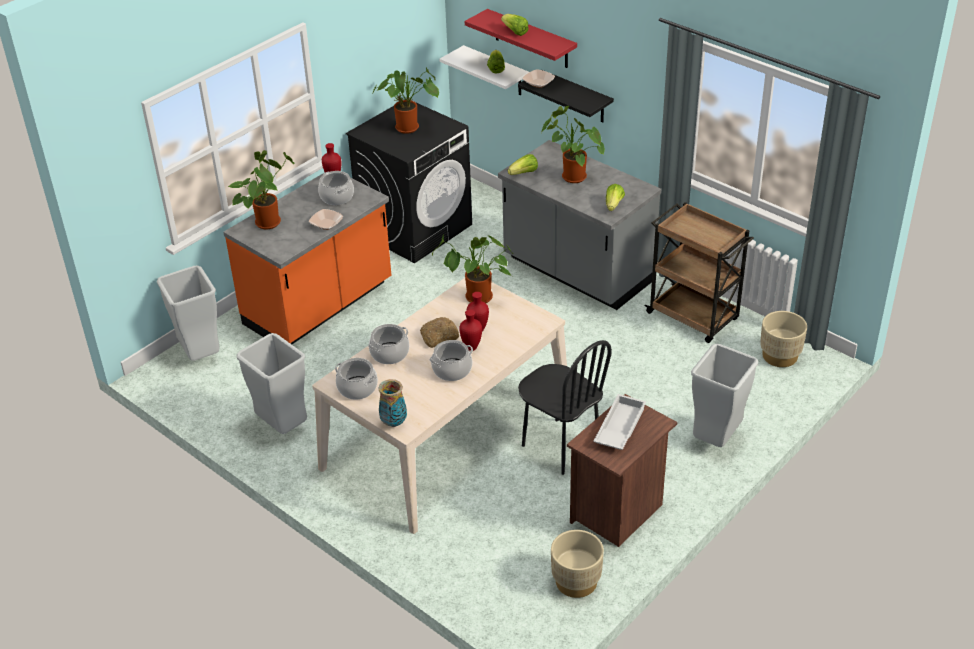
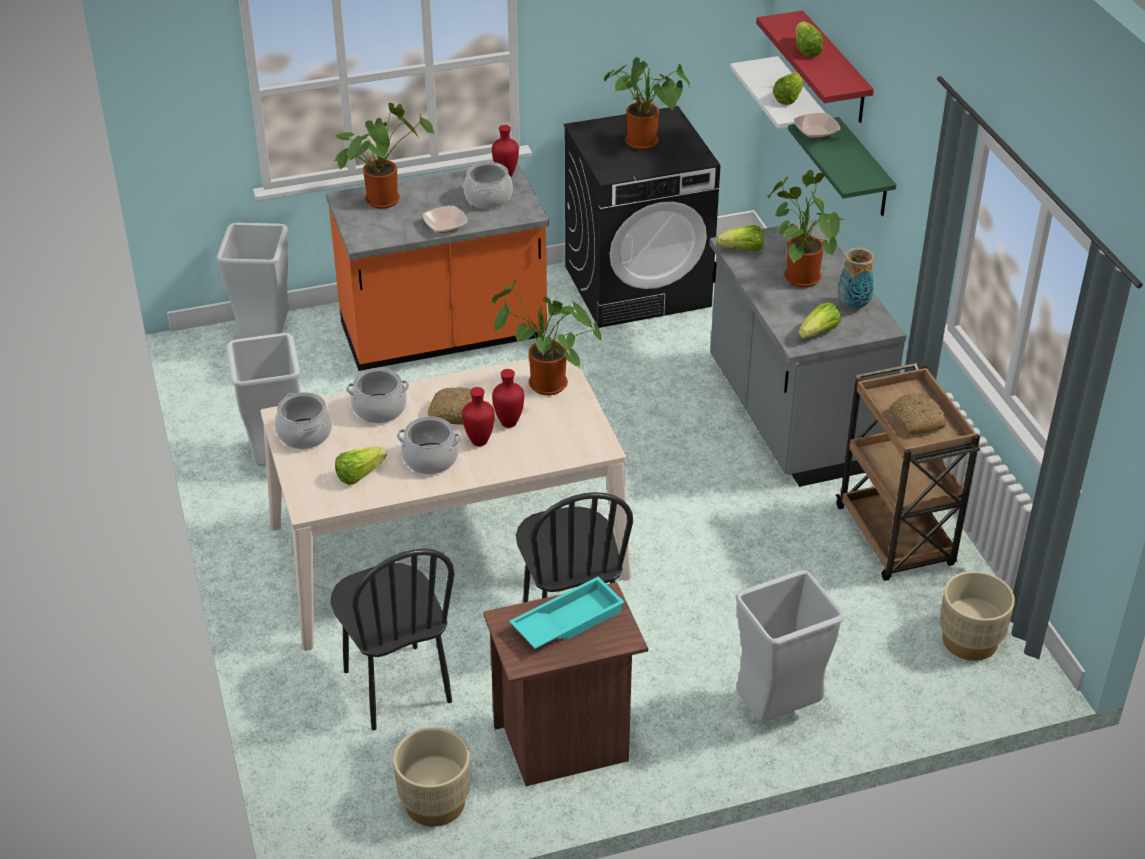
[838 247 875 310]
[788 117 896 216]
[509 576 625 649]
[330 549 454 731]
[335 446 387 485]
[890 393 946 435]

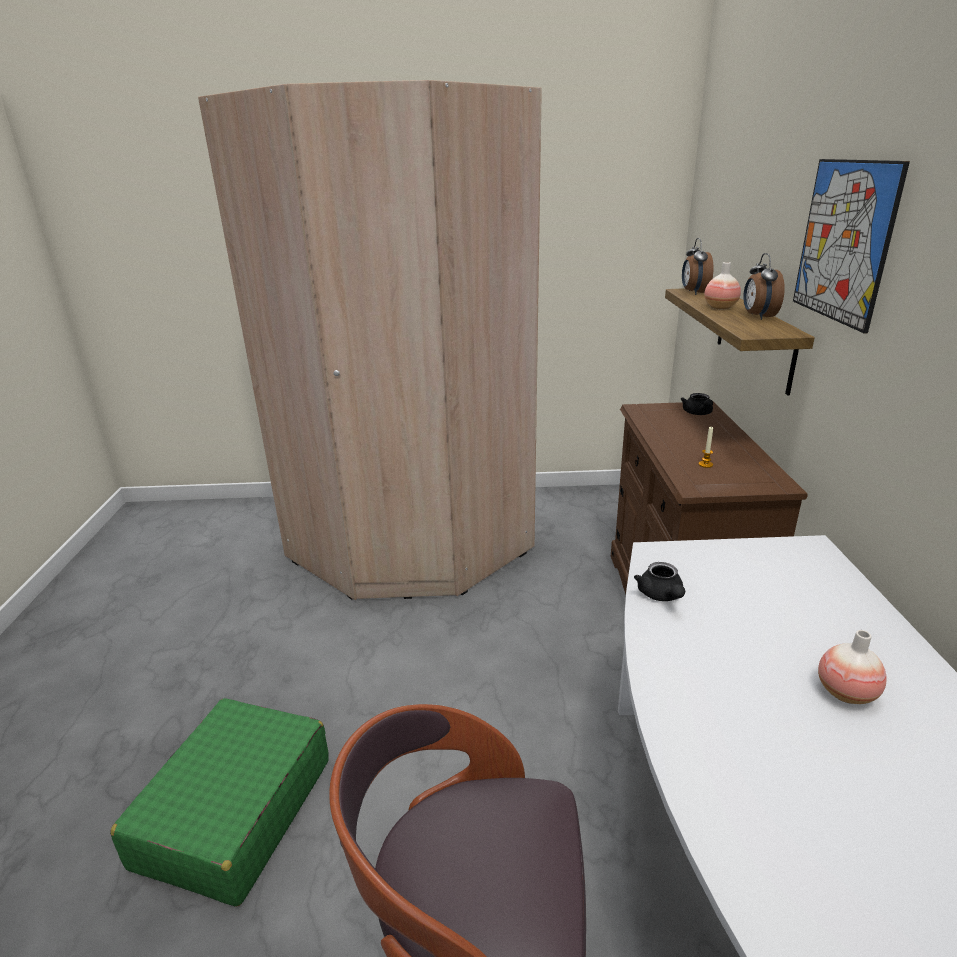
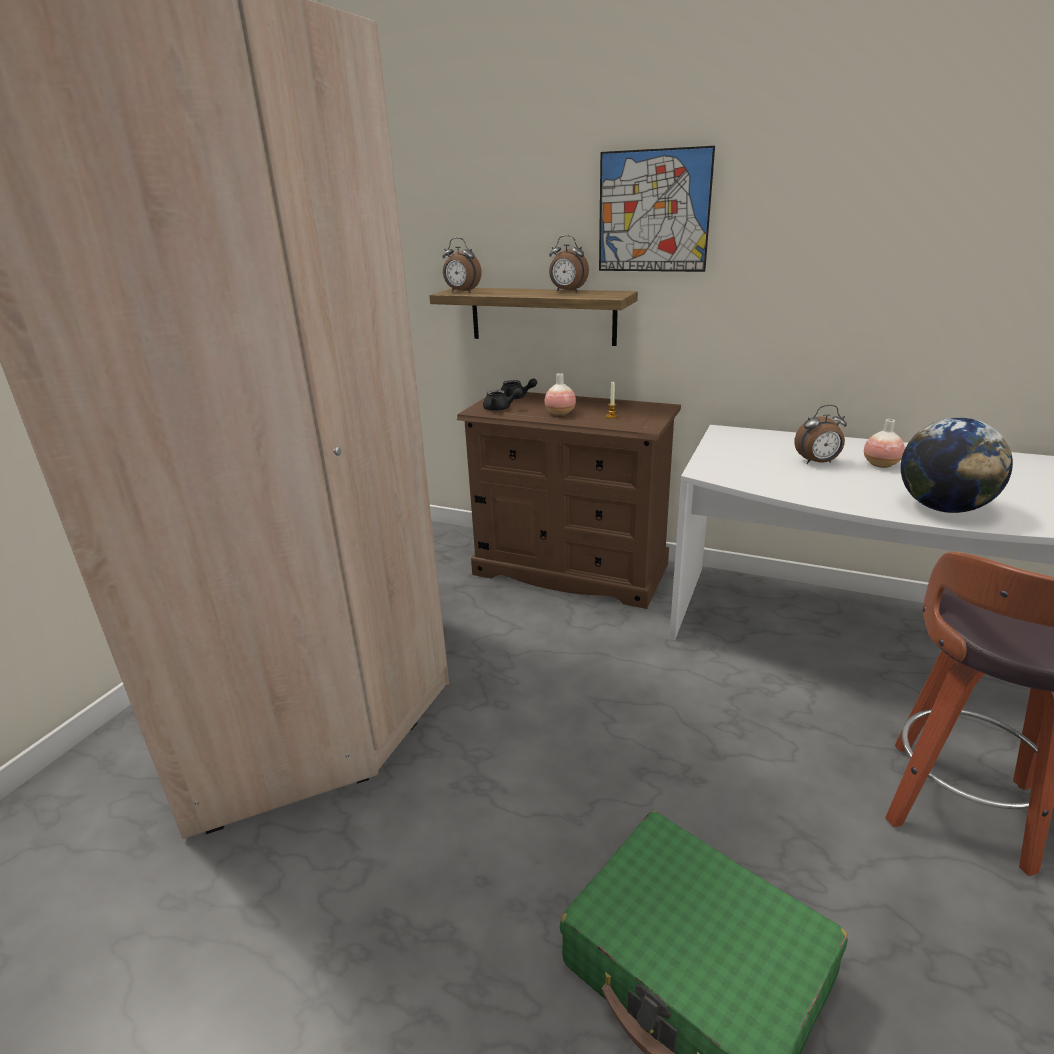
[483 388 523 411]
[545 373 576 416]
[795 405 847 464]
[901 418 1013 513]

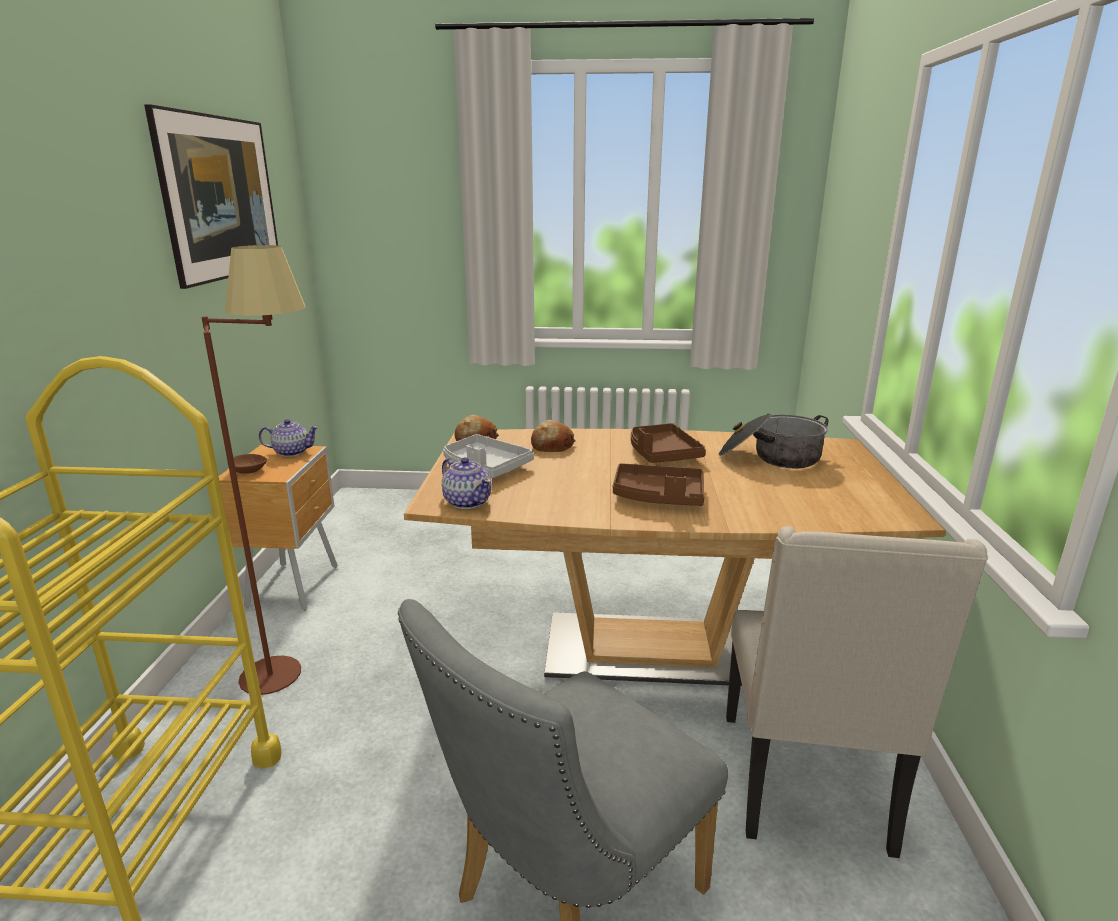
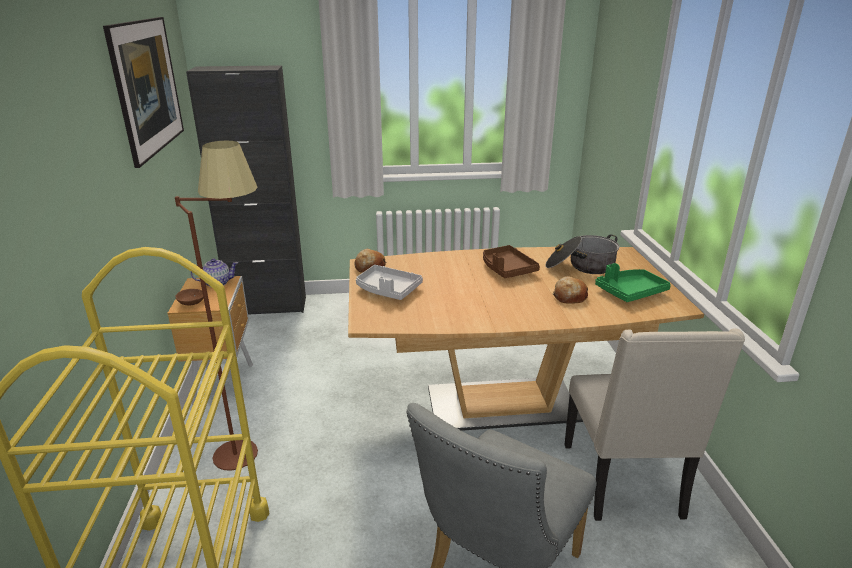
[442 457 492 509] (first image)
[552 276 588 304]
[613 463 704 506] (first image)
[186 65 306 315]
[595 263 671 302]

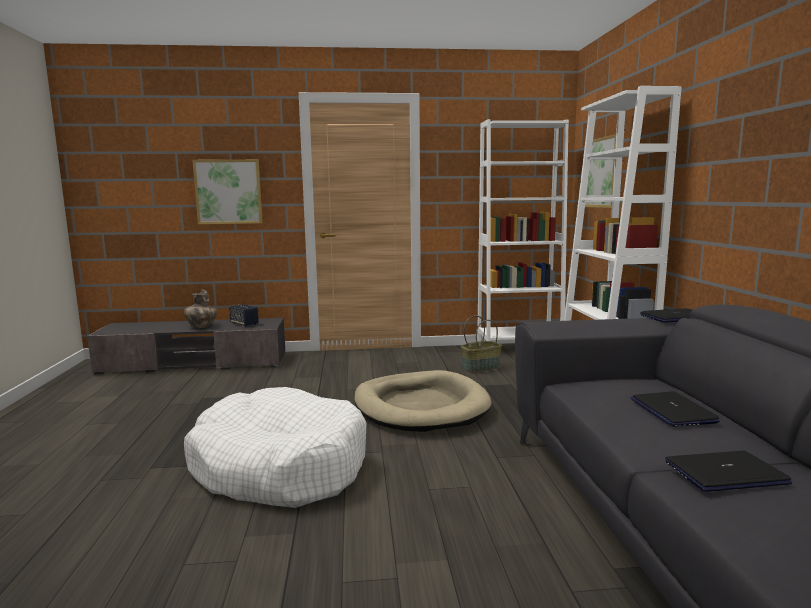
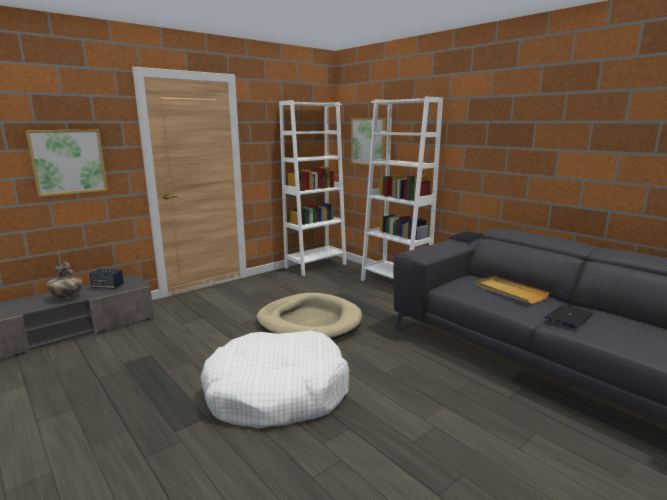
[461 315 502 373] (first image)
[475 276 550 304]

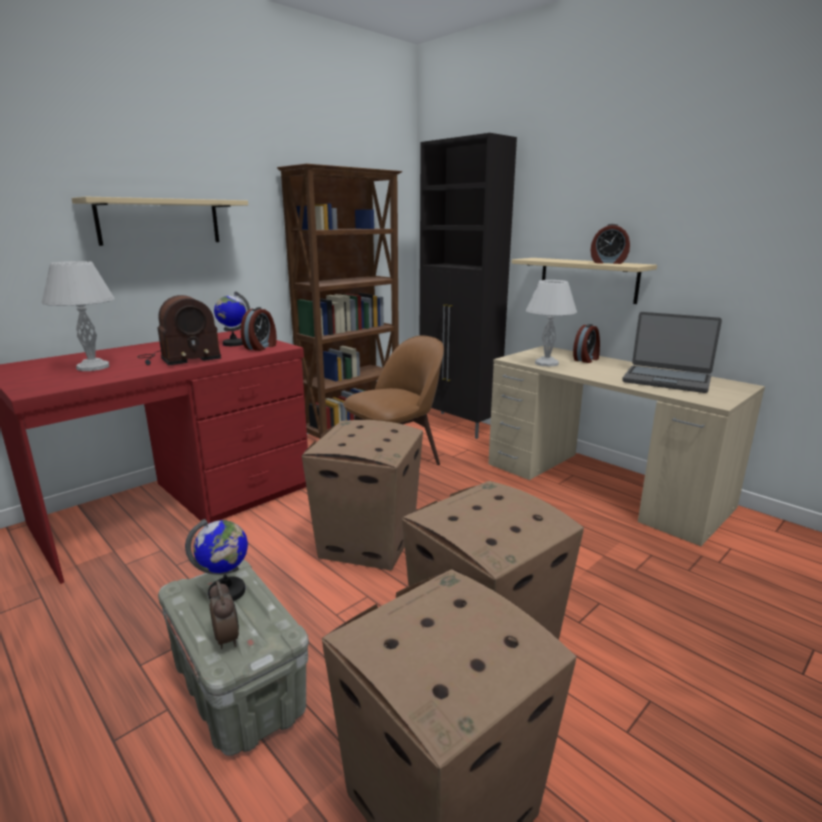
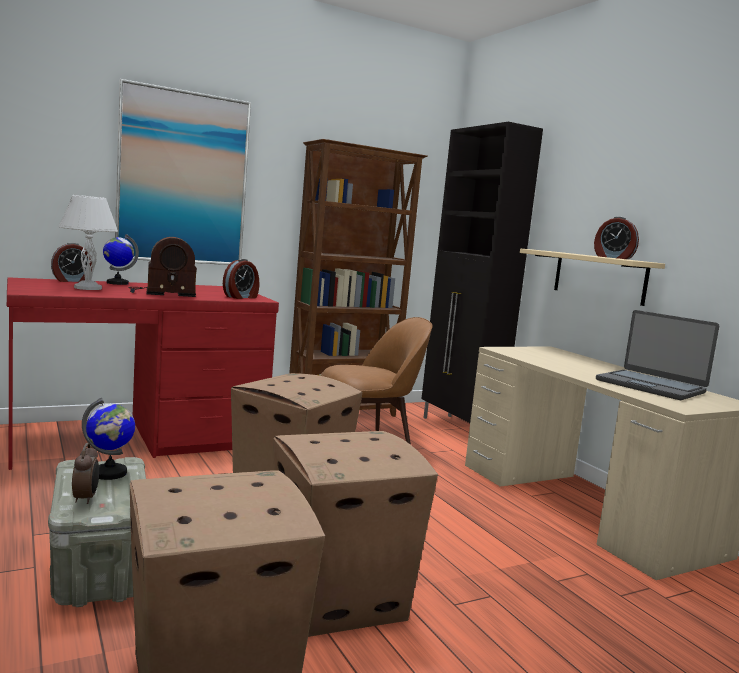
[115 79 251 265]
[103 234 139 285]
[526 280 577 366] (first image)
[51 242 92 282]

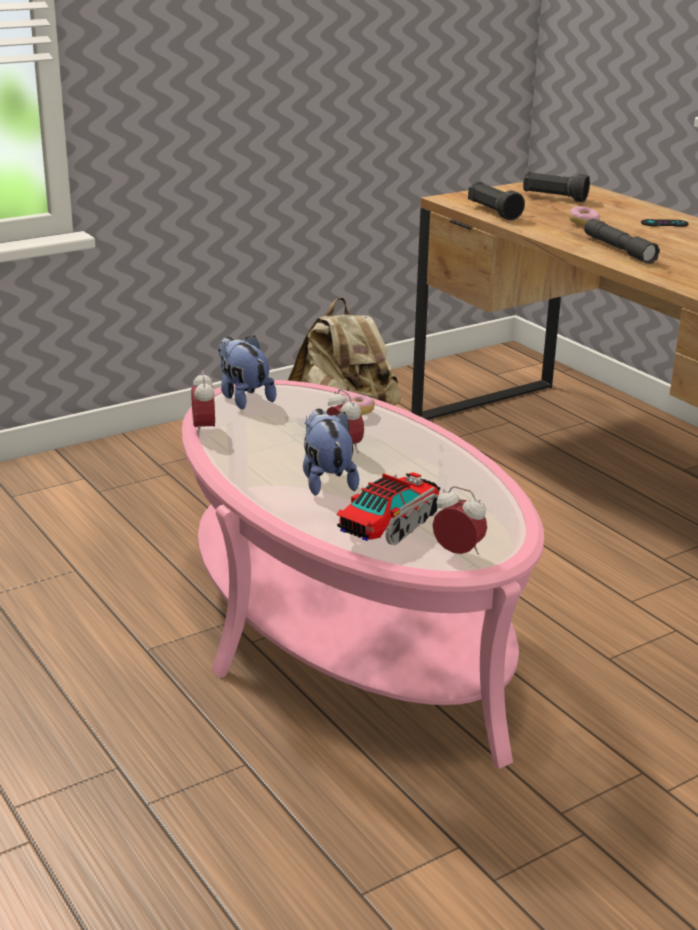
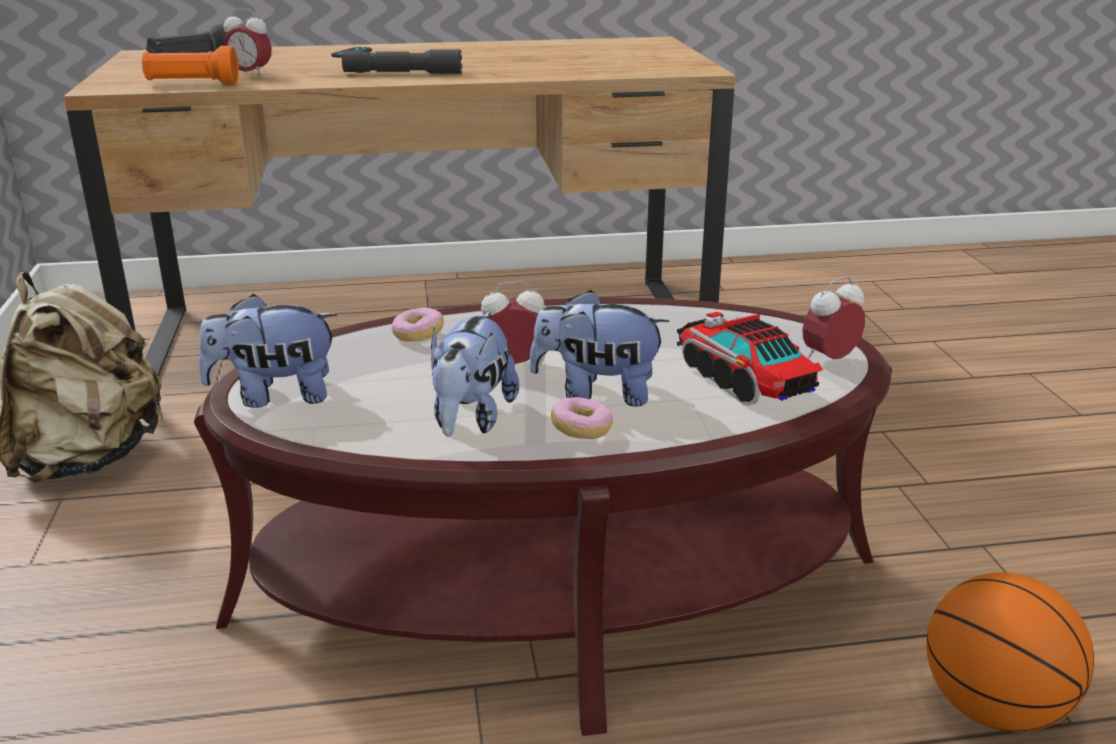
[194 298 892 736]
[223 9 272 77]
[142 46 239 84]
[551 397 613 439]
[431 311 519 437]
[926 573 1094 732]

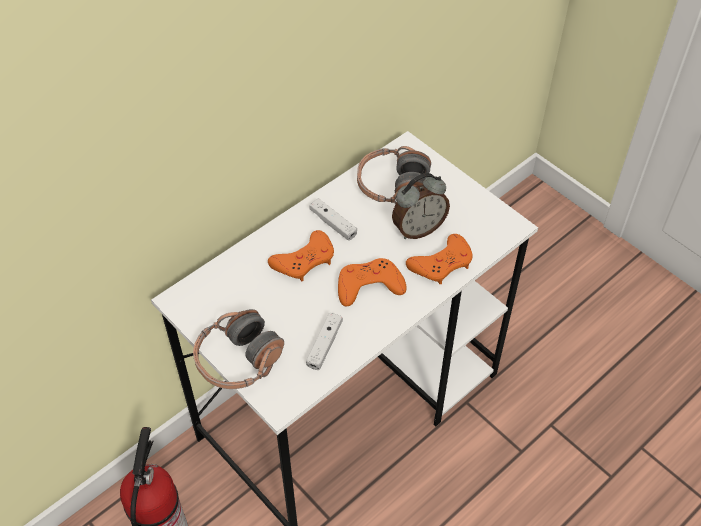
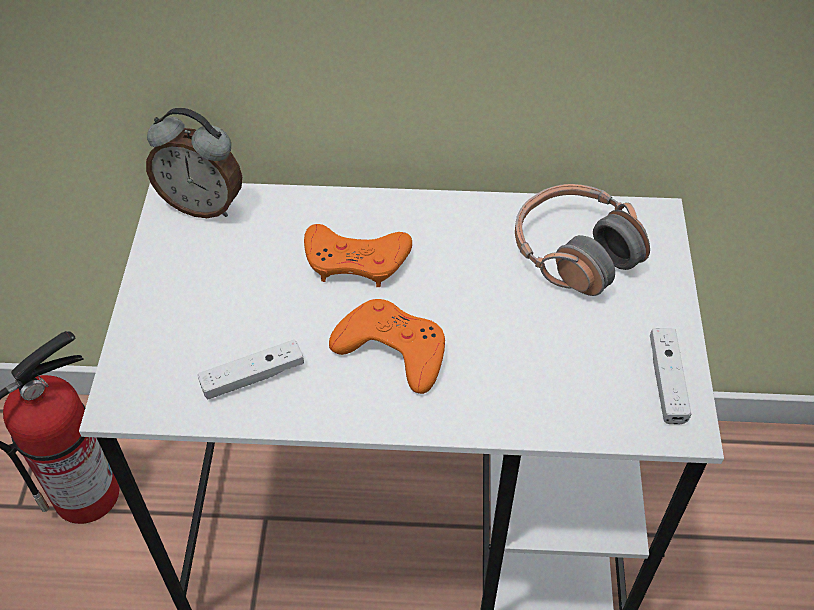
[193 309 284 389] (first image)
[650 328 691 424]
[146 108 242 218]
[406 234 473 284] (first image)

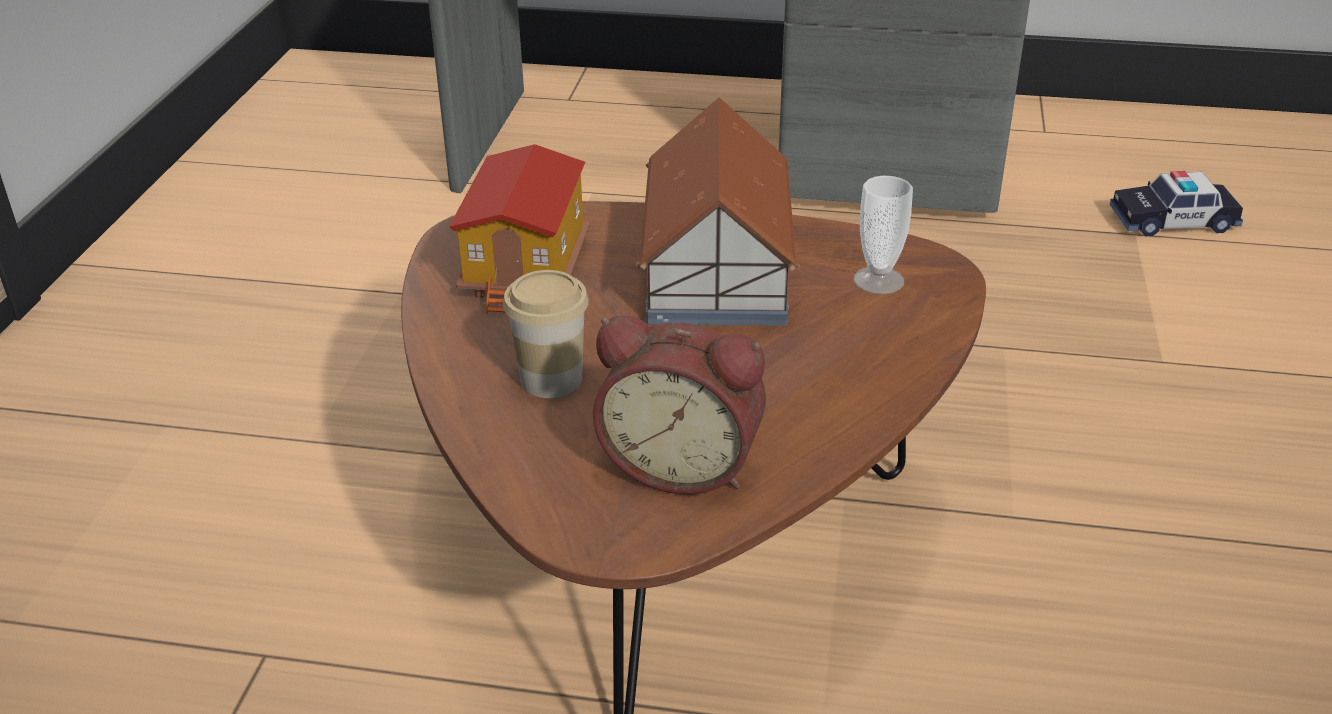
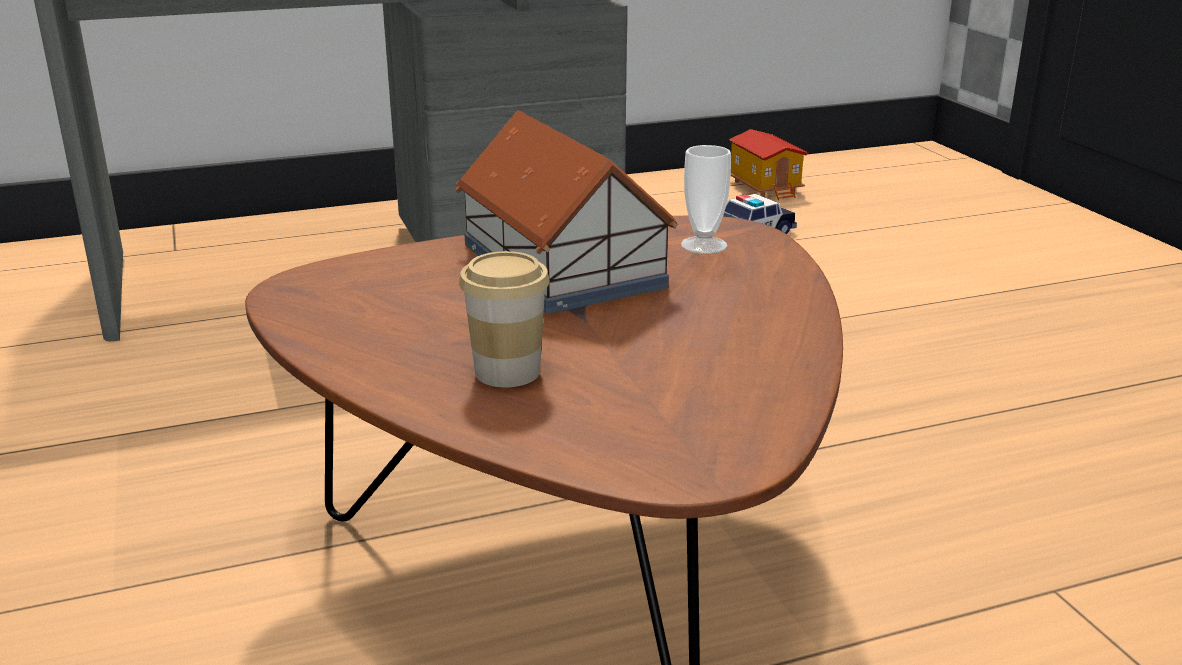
[729 129 808 200]
[593 315 766 495] (first image)

